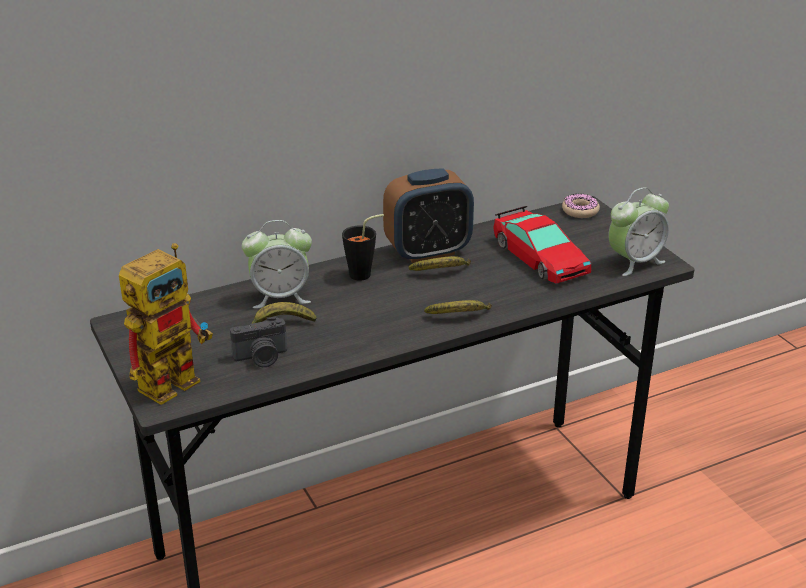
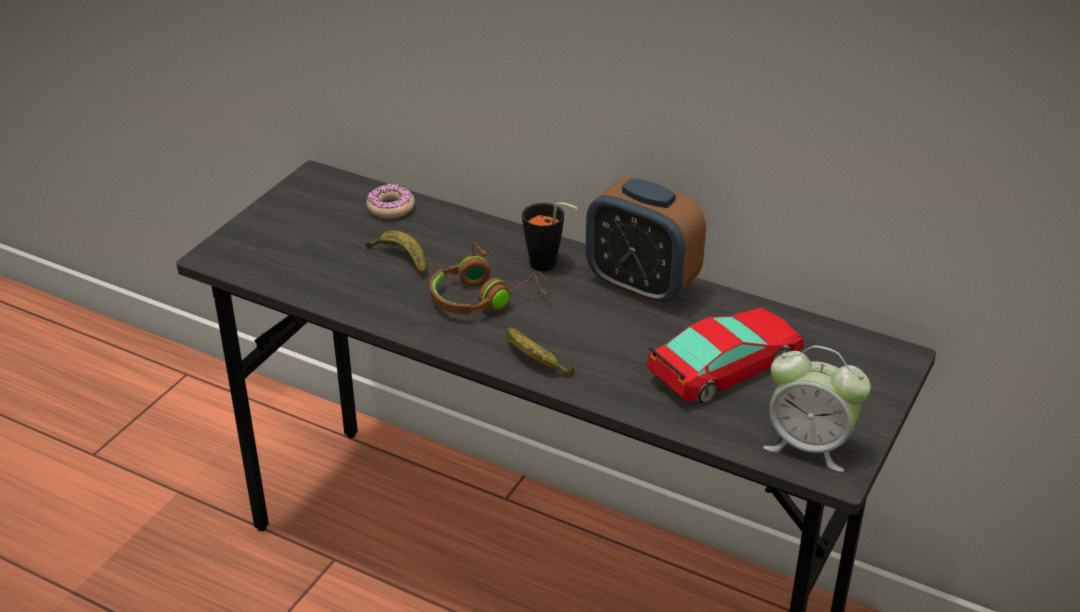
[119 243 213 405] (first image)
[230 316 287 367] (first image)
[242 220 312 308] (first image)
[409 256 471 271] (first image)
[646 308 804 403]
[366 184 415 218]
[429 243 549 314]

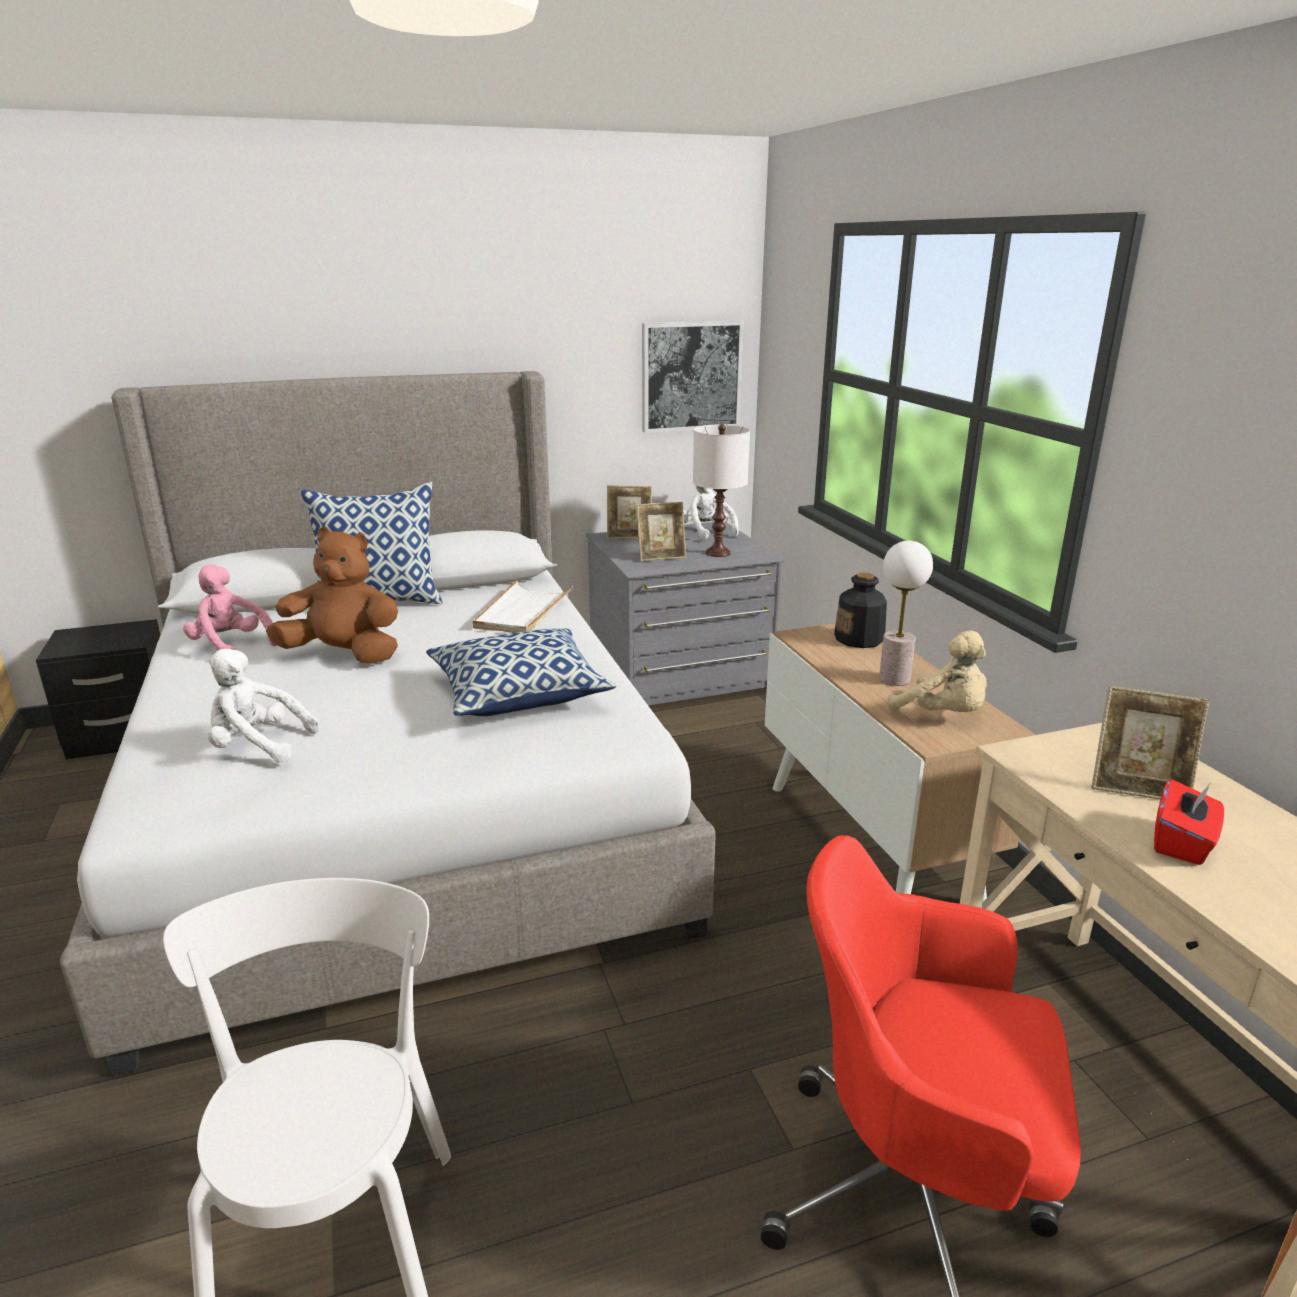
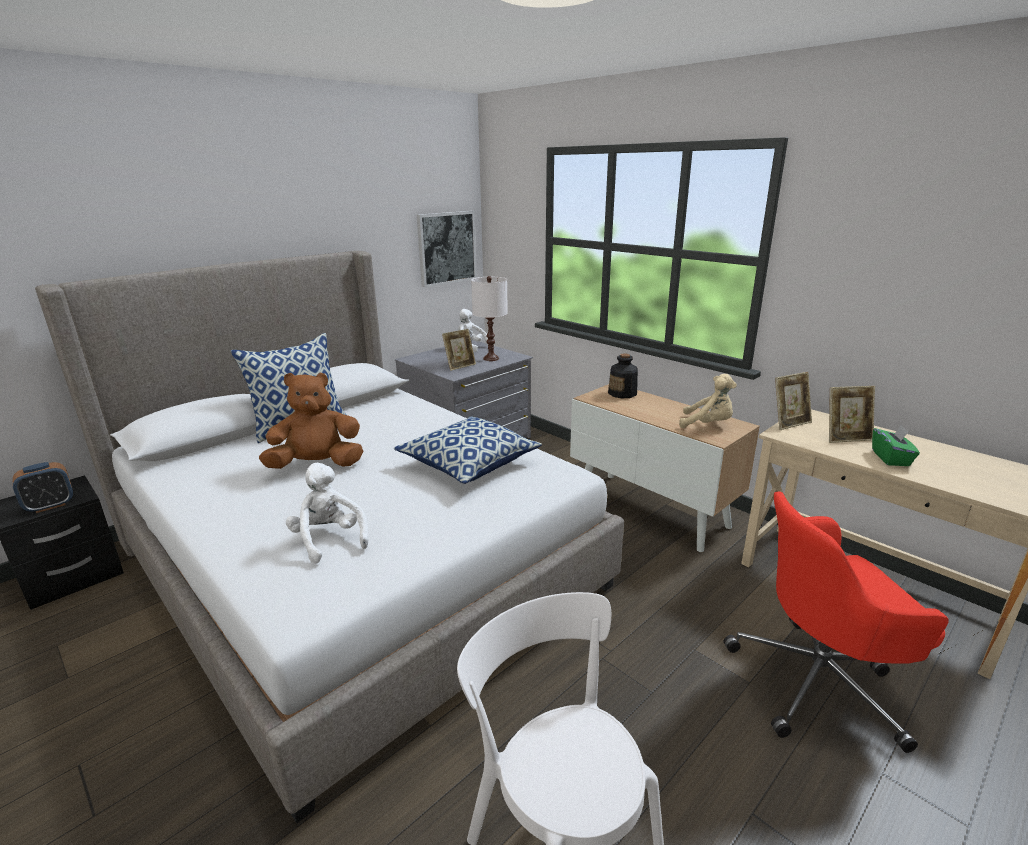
[183 564 276 651] (first image)
[286 463 369 564]
[473 580 573 633] (first image)
[775 372 812 430]
[879 540 933 686] (first image)
[872 425 920 466]
[13 462 73 513]

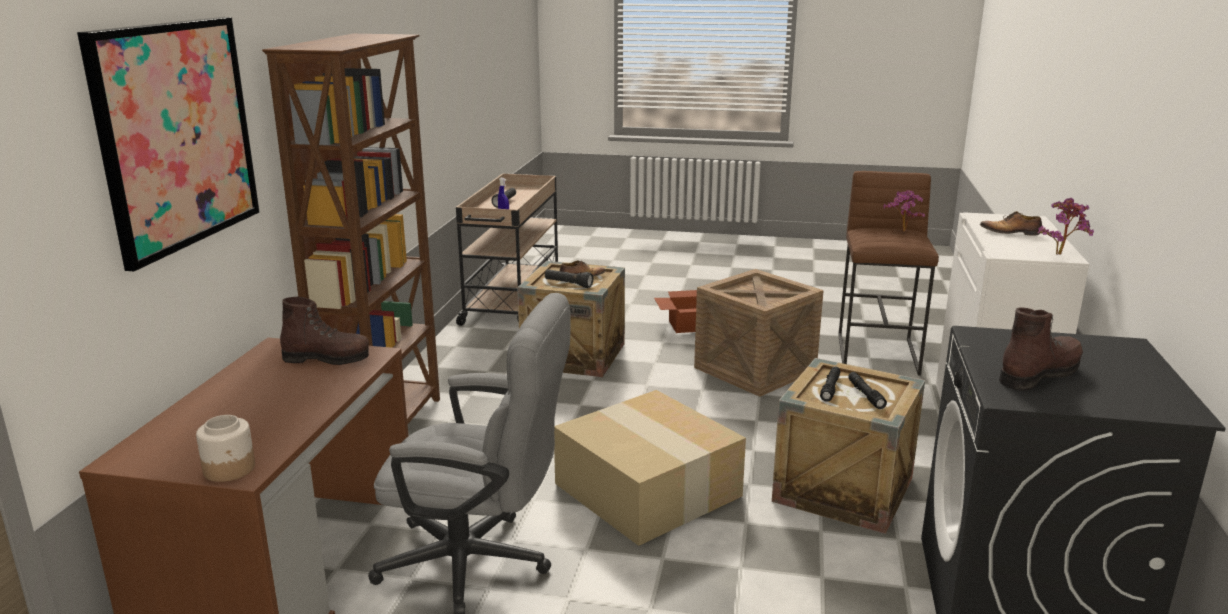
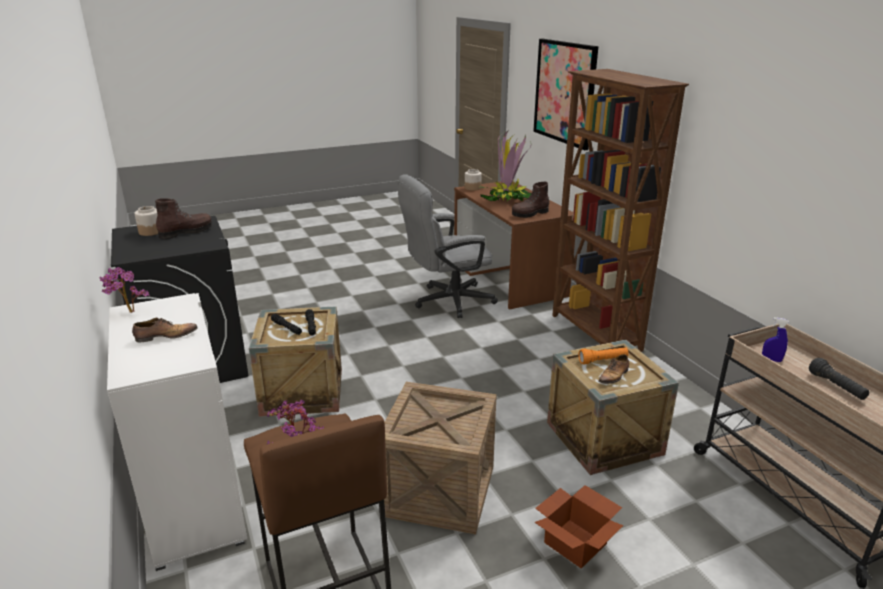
[578 347 629 365]
[554 390 746 546] (first image)
[155 198 212 239]
[134 206 158 236]
[480 130 531 201]

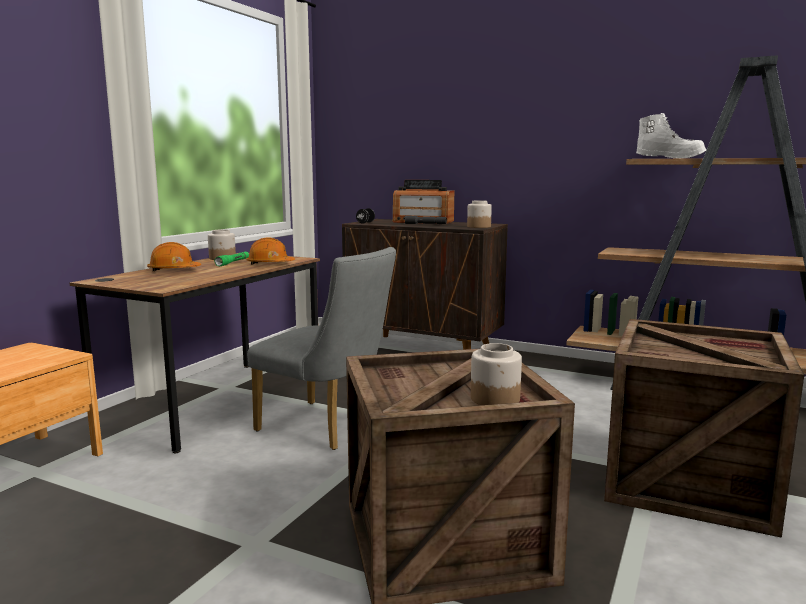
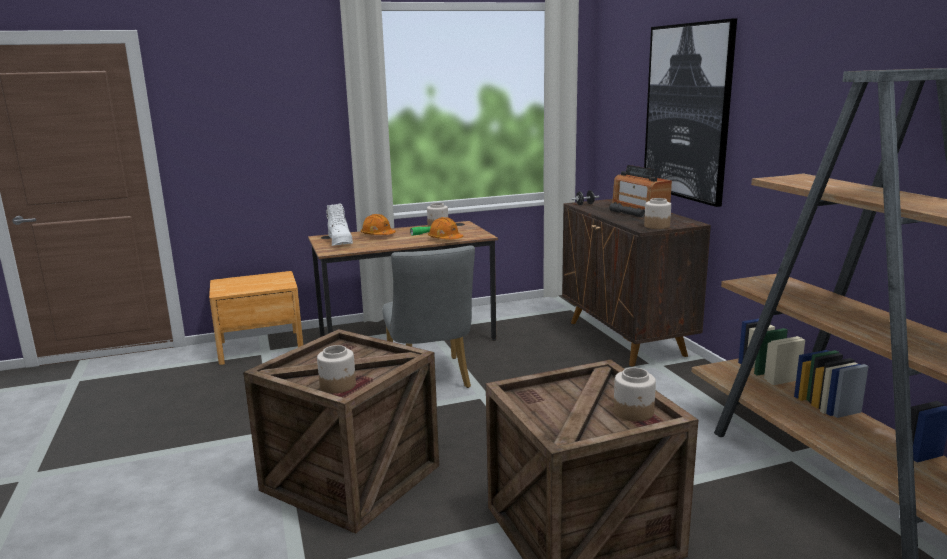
[326 203 353 246]
[614 368 656 422]
[644 18 737 207]

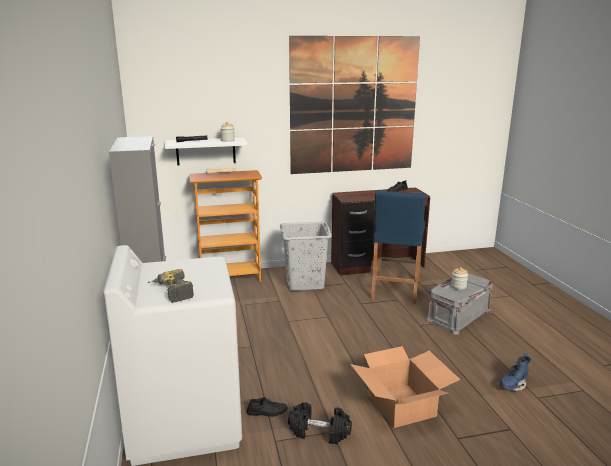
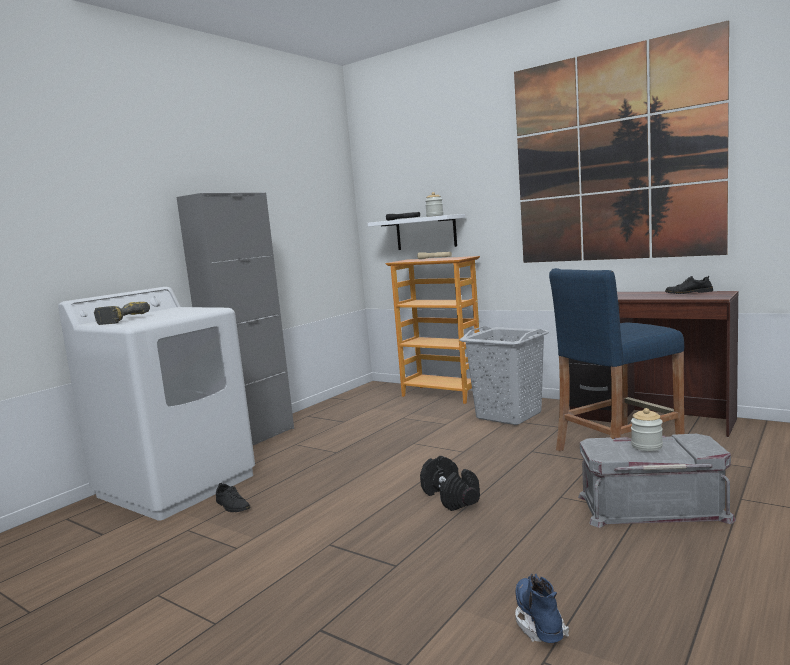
[420 456 480 511]
[350 346 460 428] (first image)
[515 574 569 643]

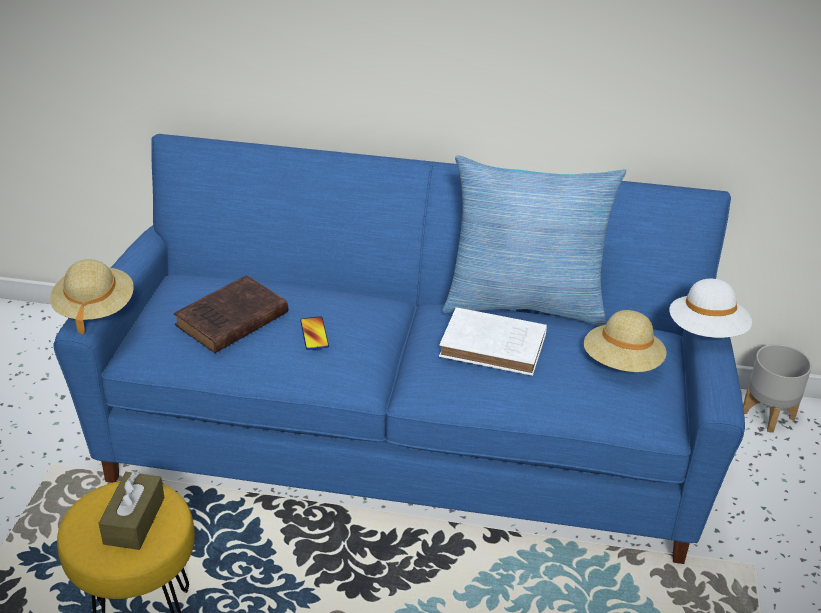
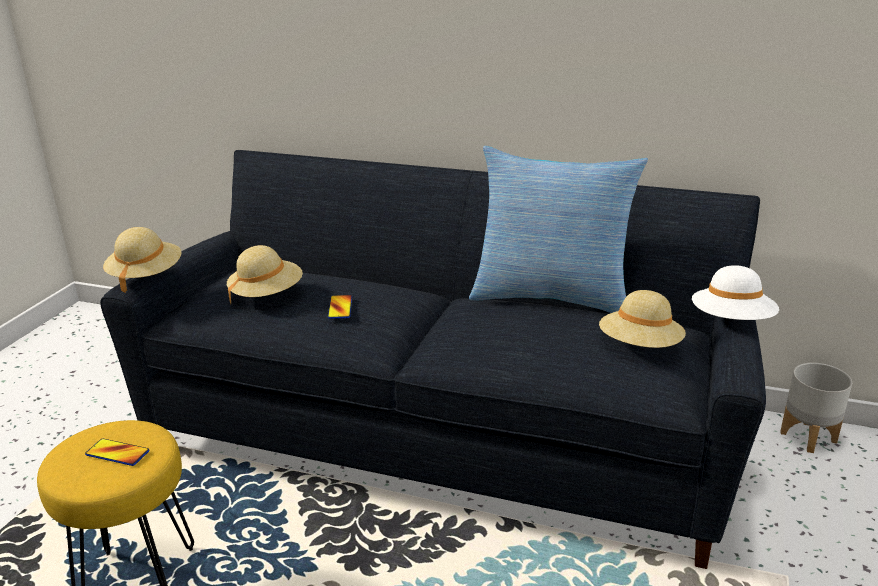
[100 150 766 569]
[85 439 149 466]
[227 245 303 304]
[439 307 547 376] (first image)

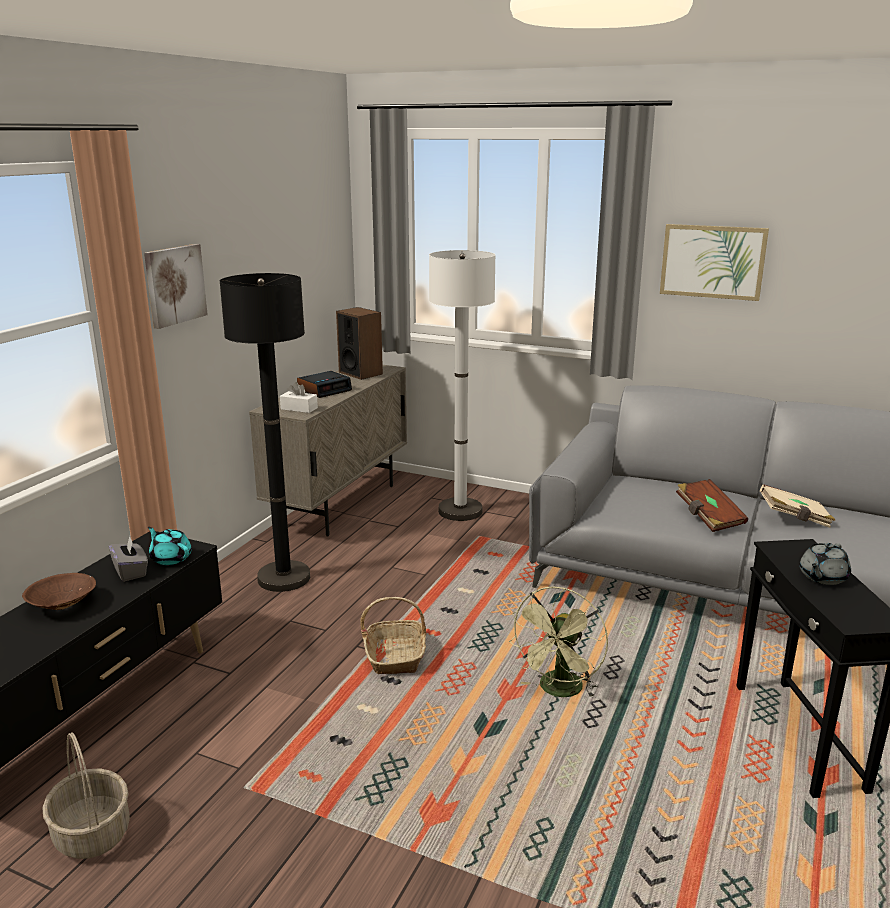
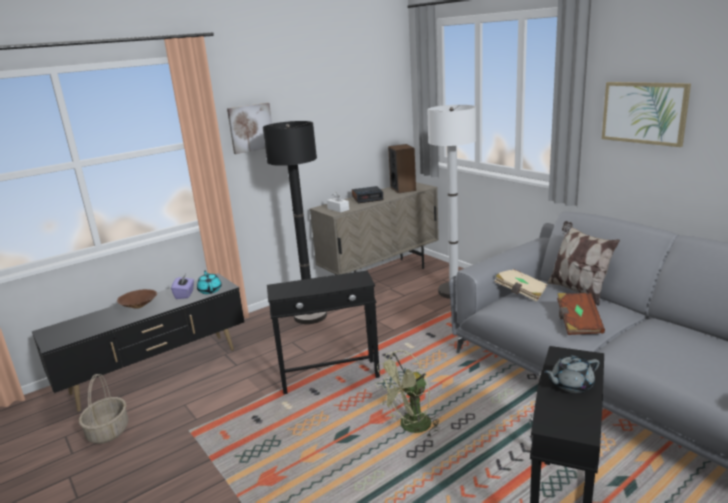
[171 274 194 299]
[267 271 380 394]
[494 269 547 302]
[547 221 620 306]

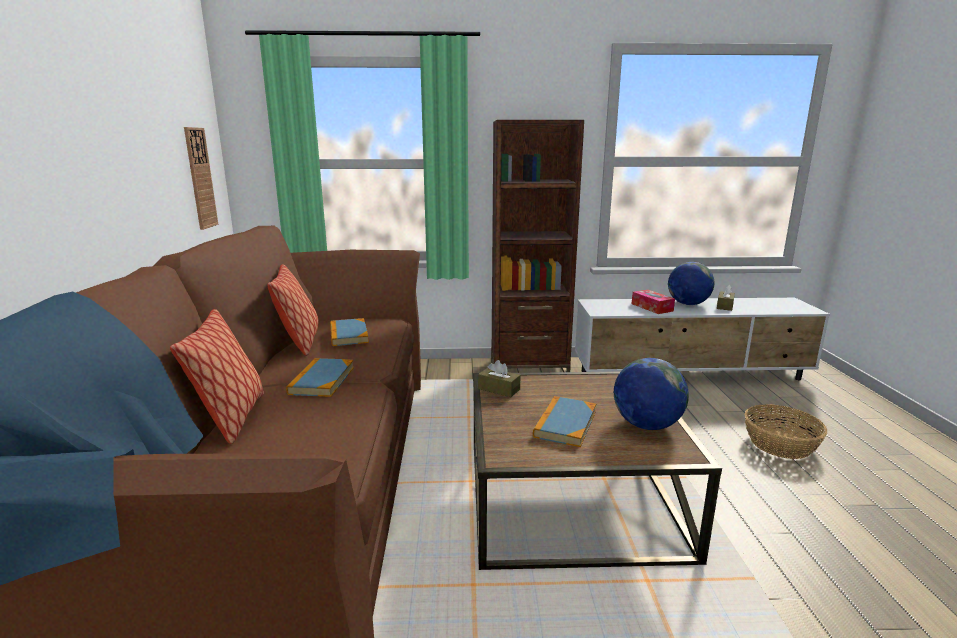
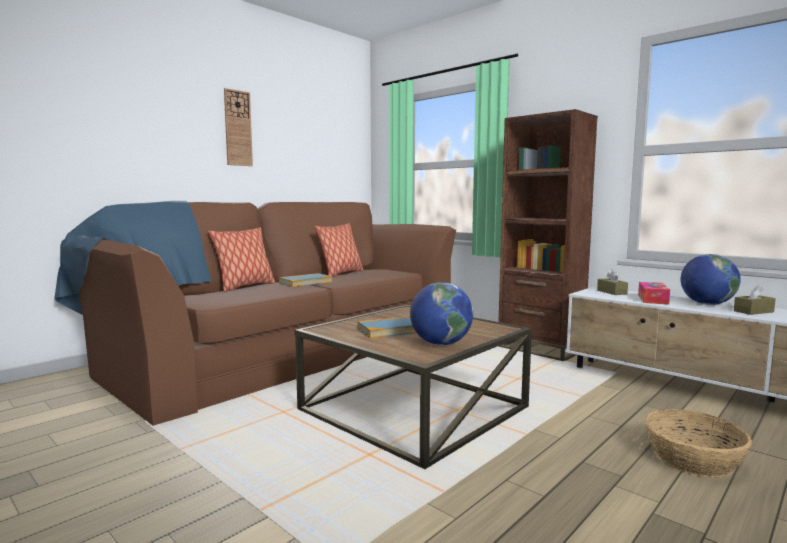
[224 88 253 166]
[330 318 369 346] (first image)
[597 269 628 295]

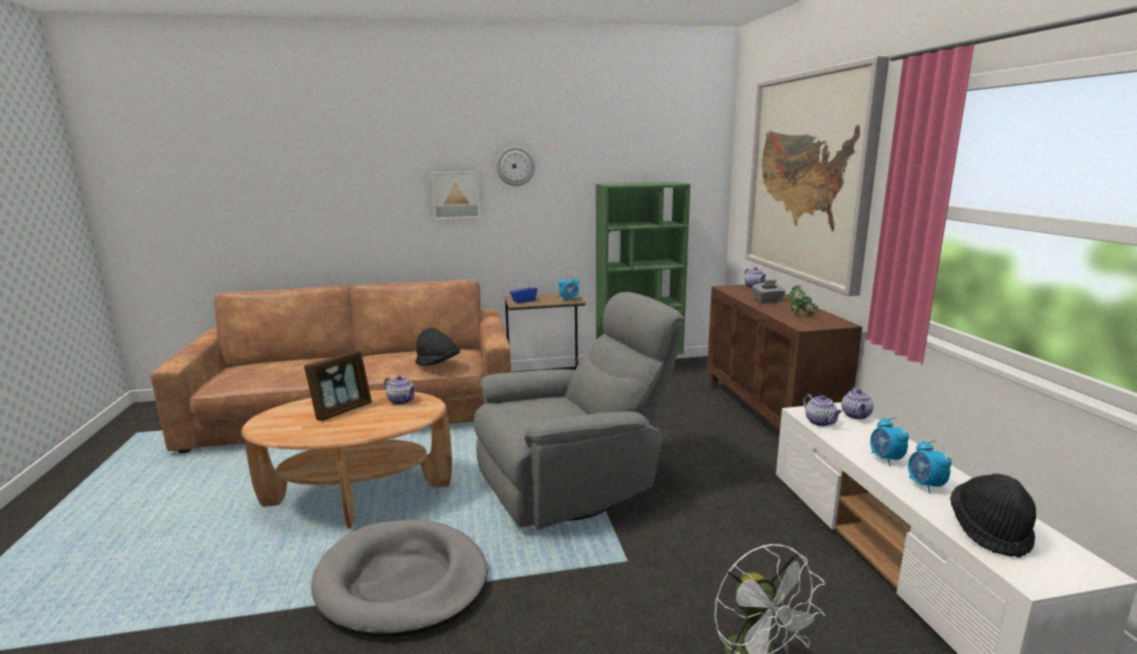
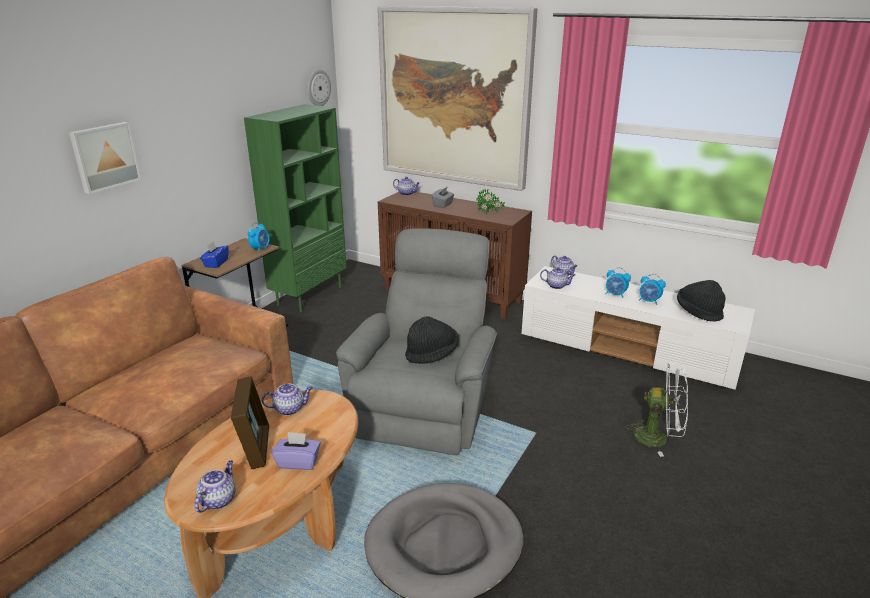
[405 316 458 364]
[308 69 331 106]
[194 460 235 513]
[271 432 321 470]

